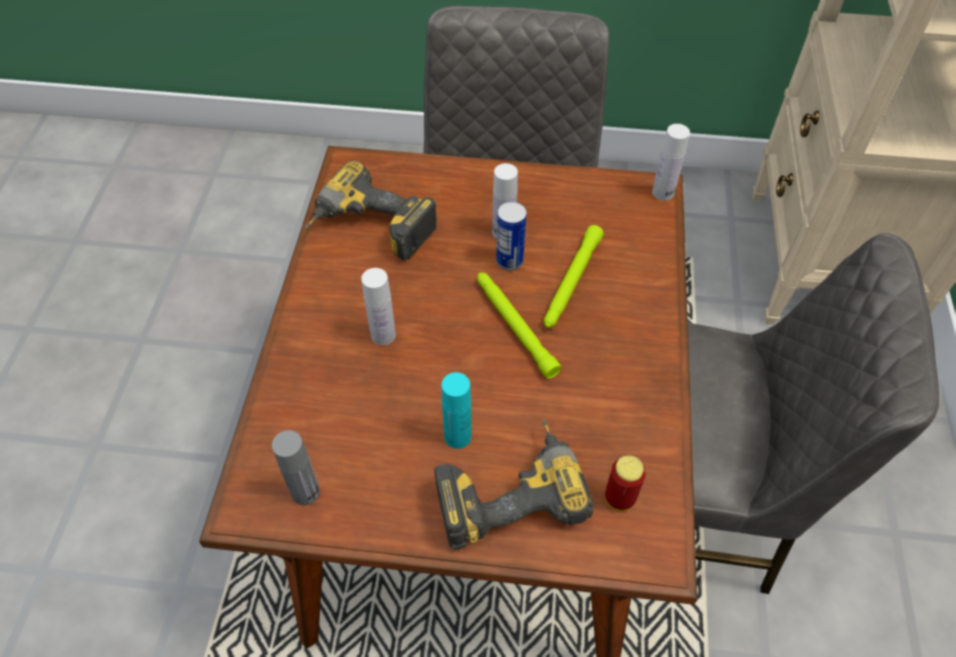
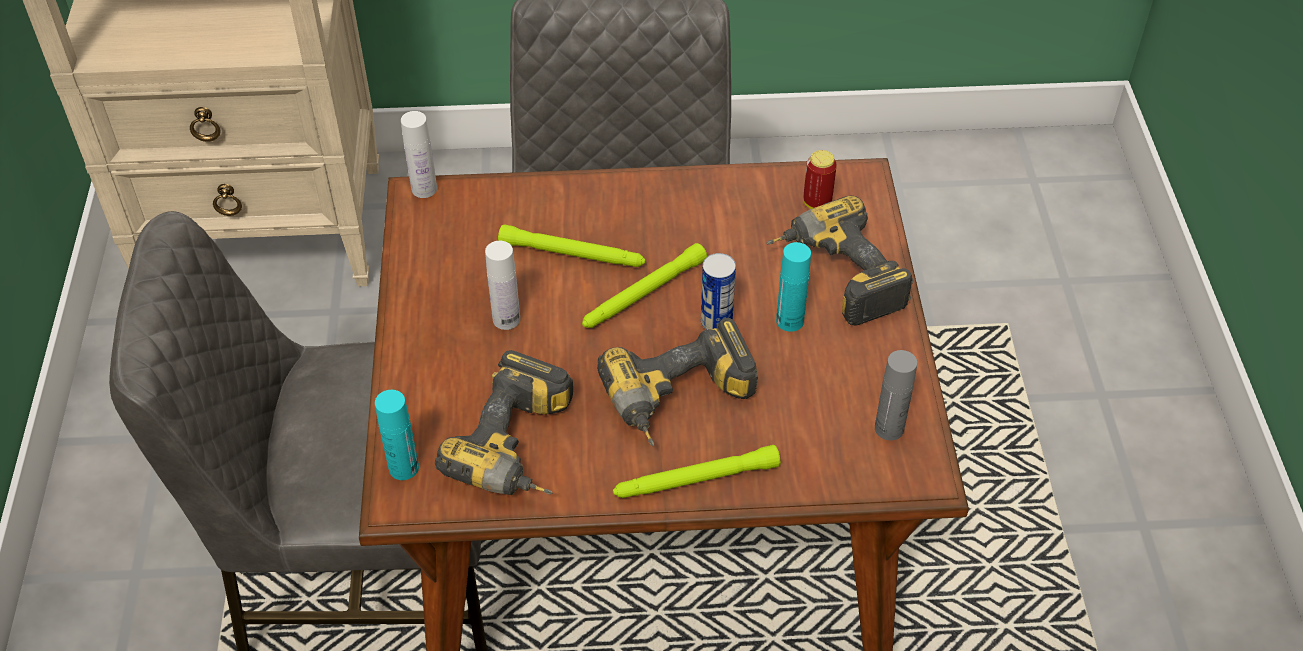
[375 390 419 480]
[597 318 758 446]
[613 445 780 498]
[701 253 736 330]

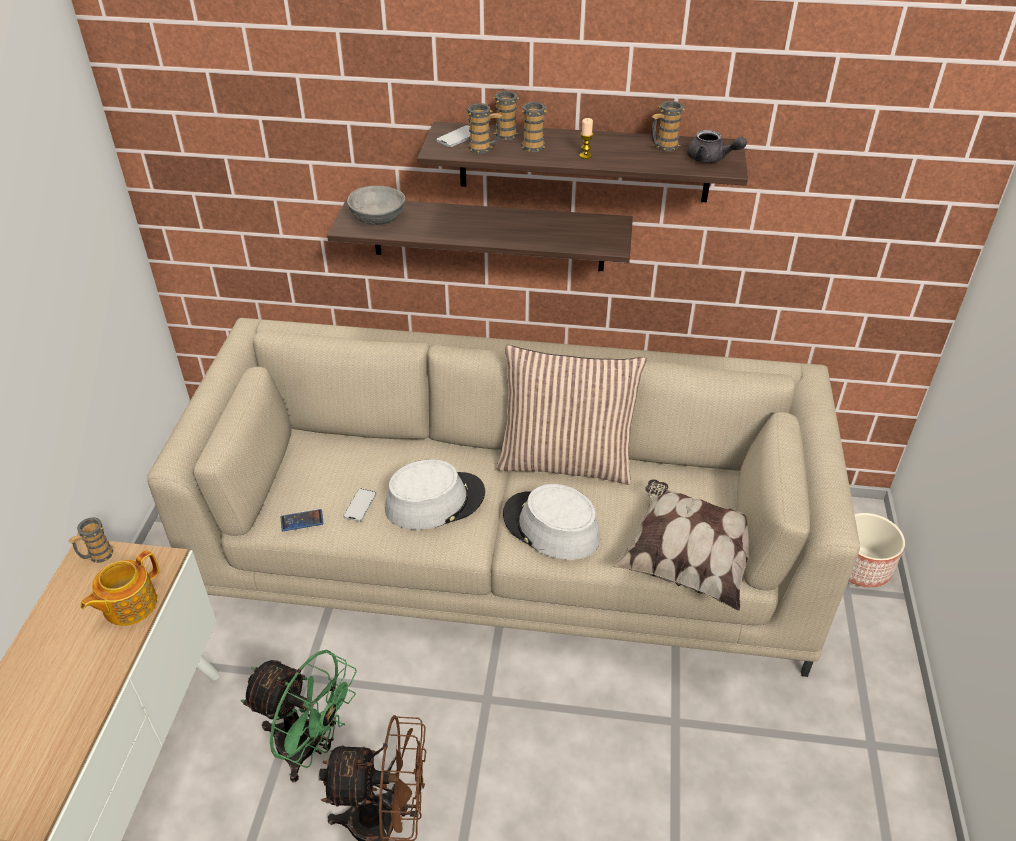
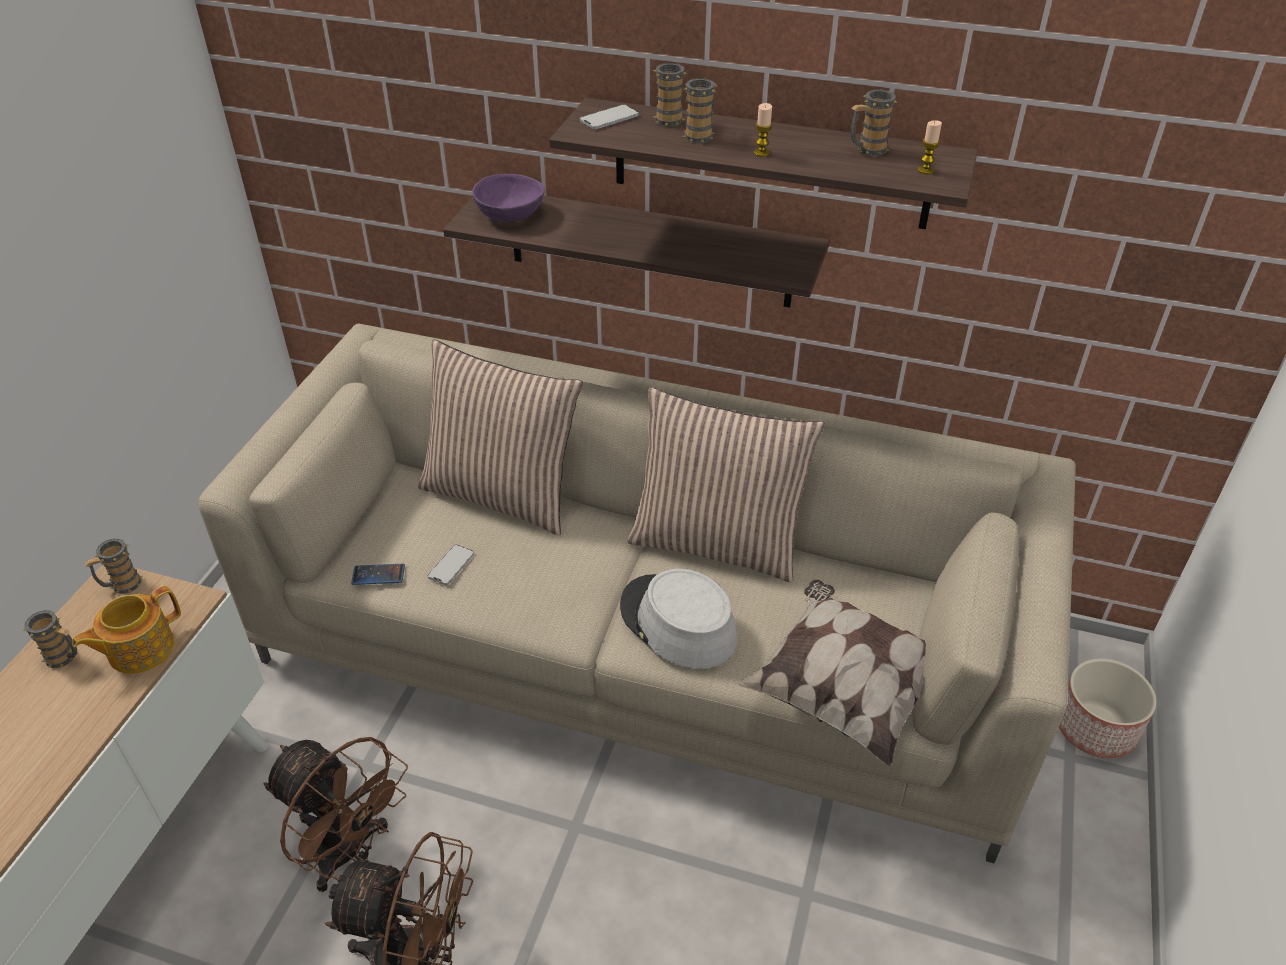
[23 610 77 668]
[264 737 408 892]
[418 339 583 536]
[472 174 545 222]
[917 120 942 174]
[385 459 485 530] (first image)

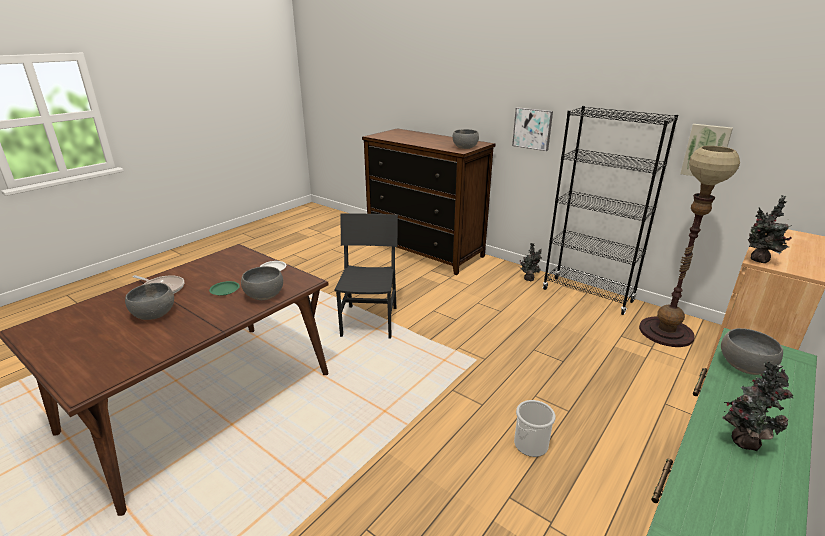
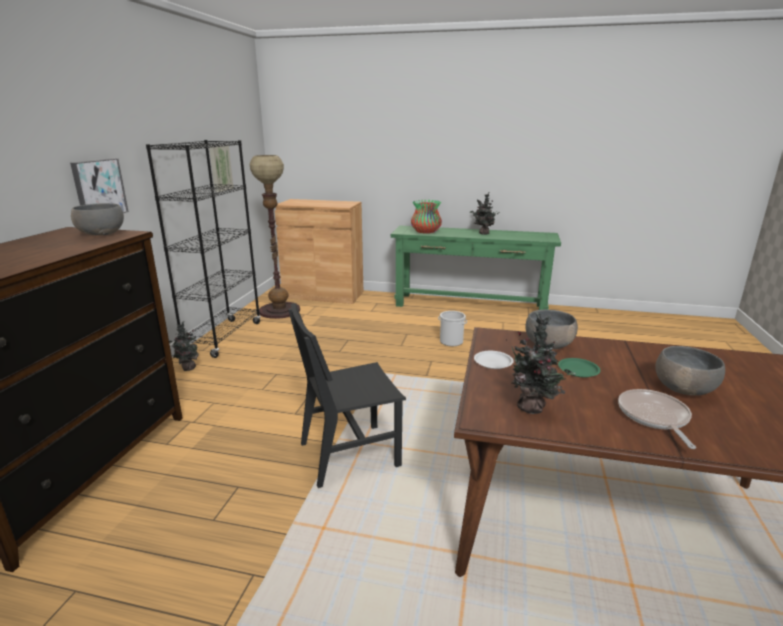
[411 200 442 234]
[508 312 576 414]

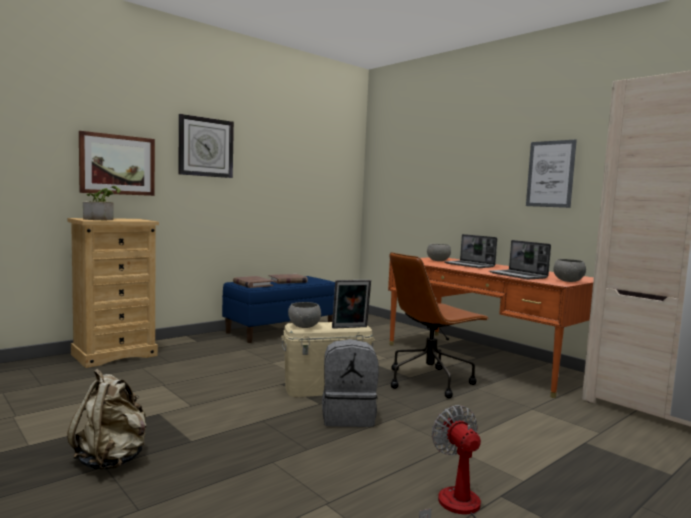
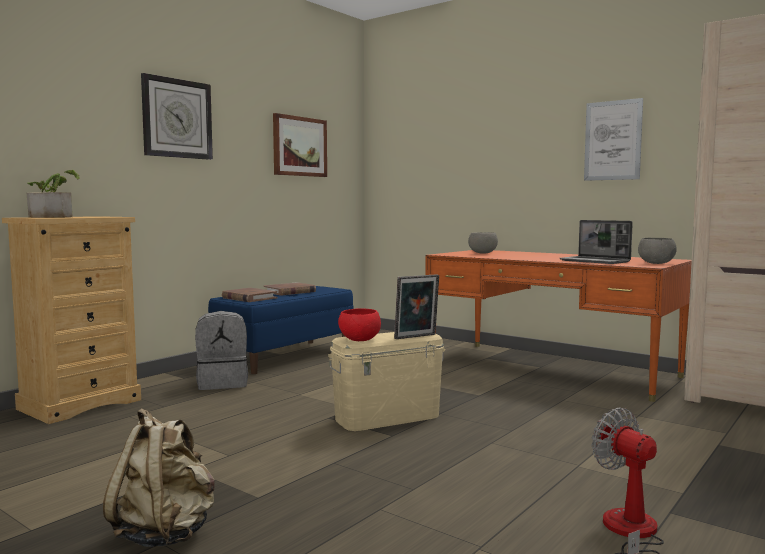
[195 311 248 390]
[273 113 327 177]
[338 308 381 341]
[389 252 489 398] (first image)
[444 234 497 268] (first image)

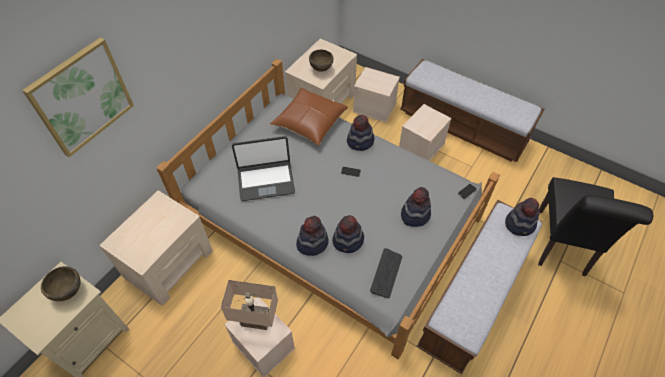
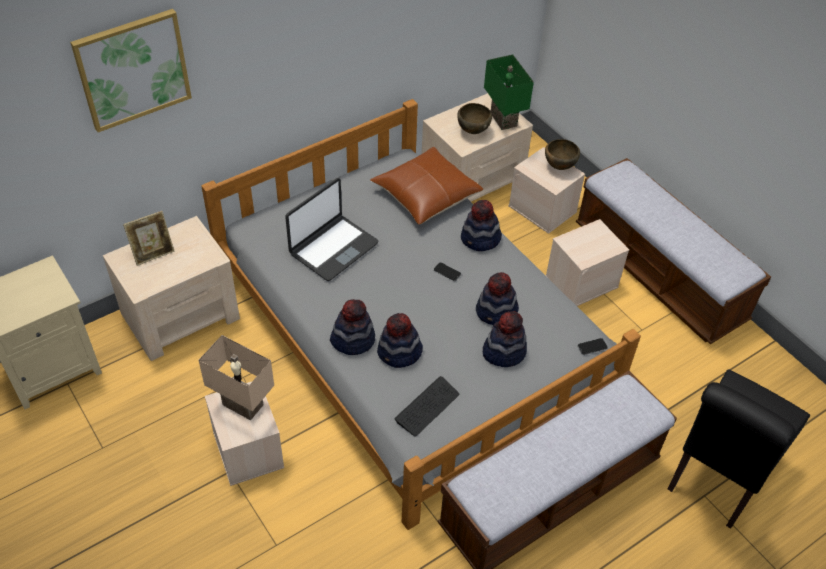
[123 211 175 266]
[285 178 379 281]
[476 272 519 325]
[484 54 534 130]
[545 139 580 170]

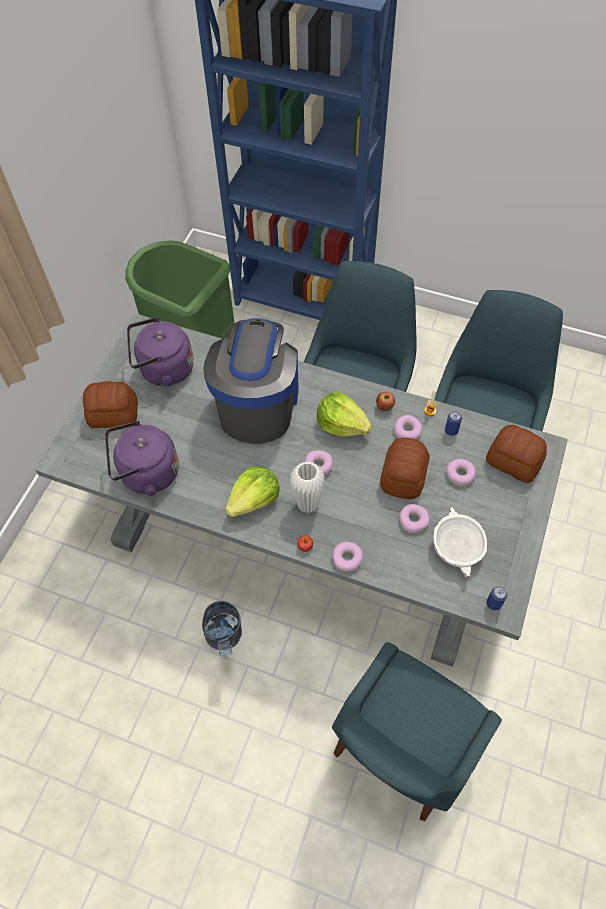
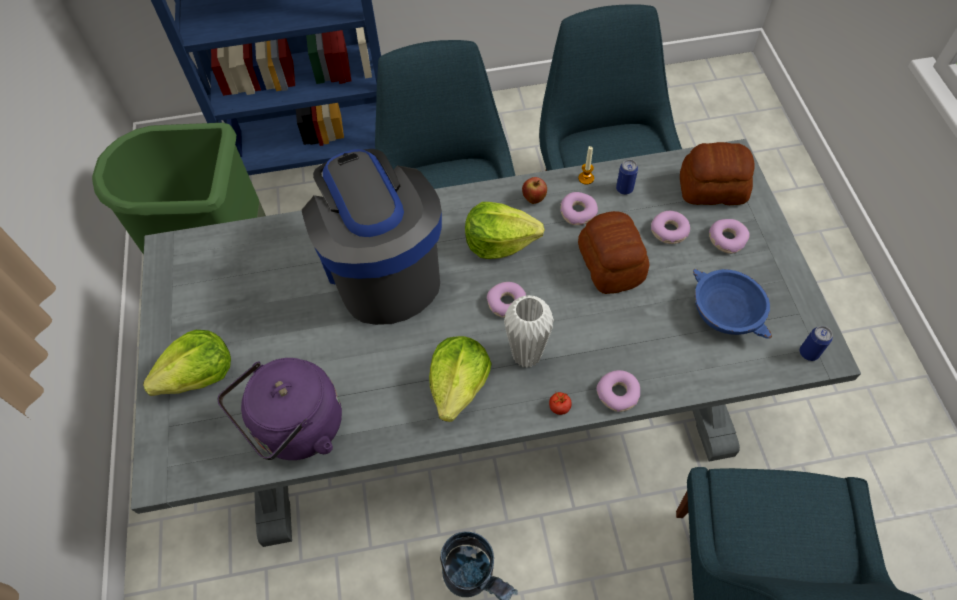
[143 330 231 396]
[693 269 772 339]
[709 219 750 254]
[127 317 194 386] (first image)

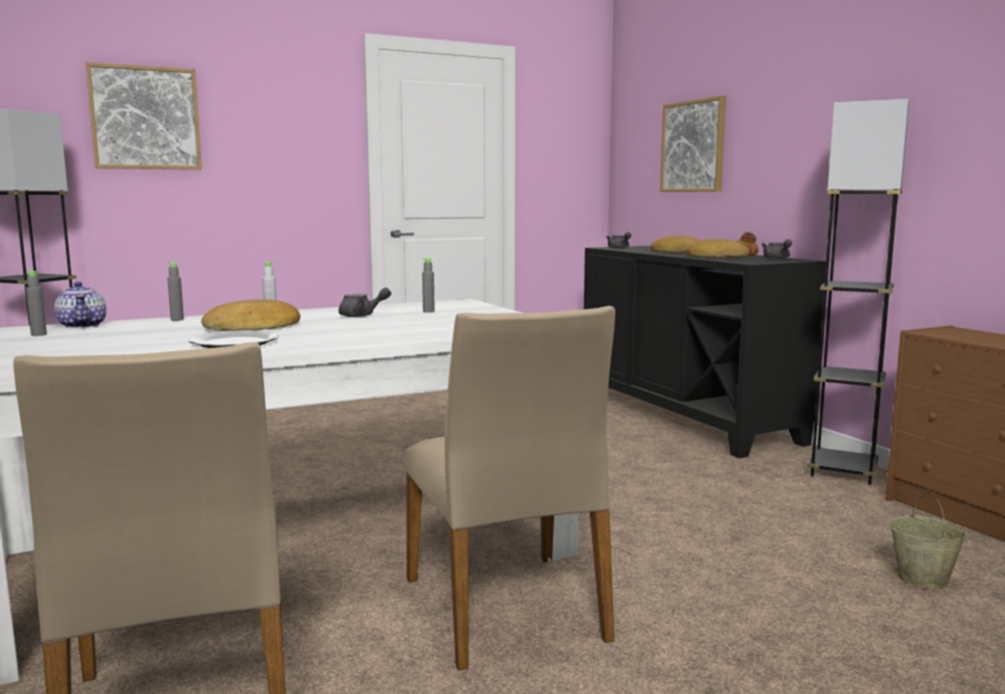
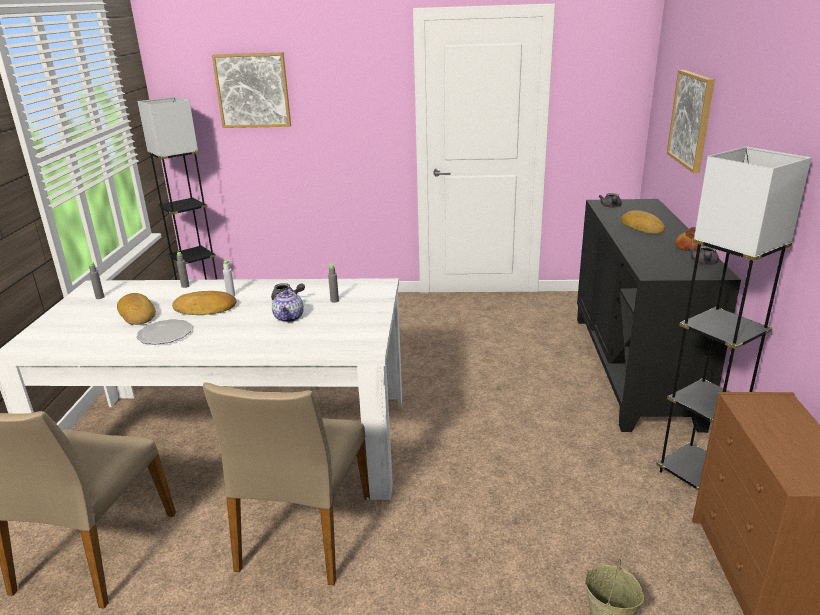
[117 293 156 325]
[272 288 304 322]

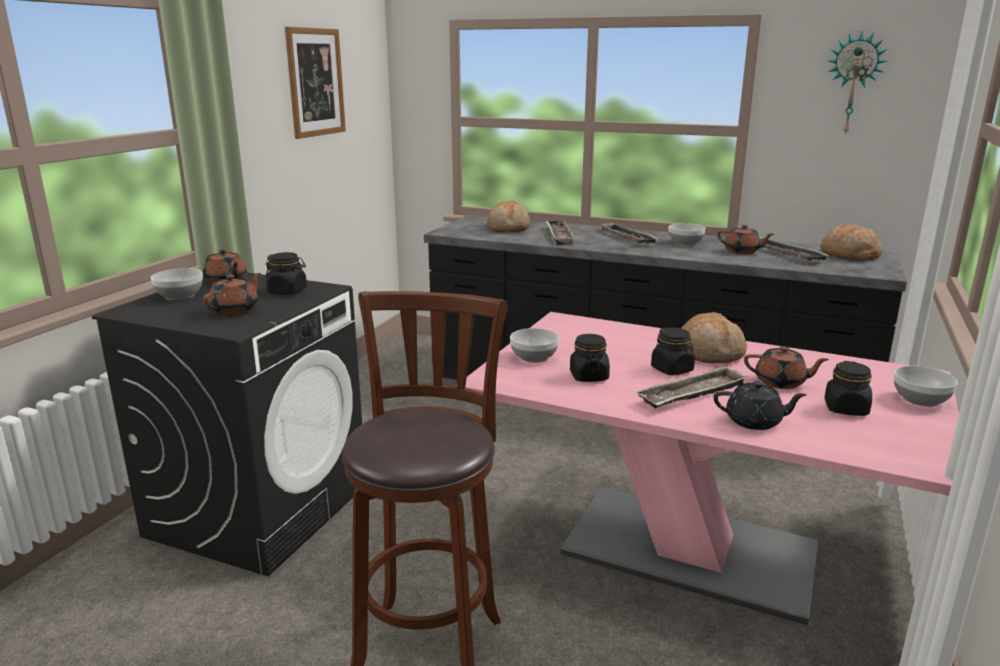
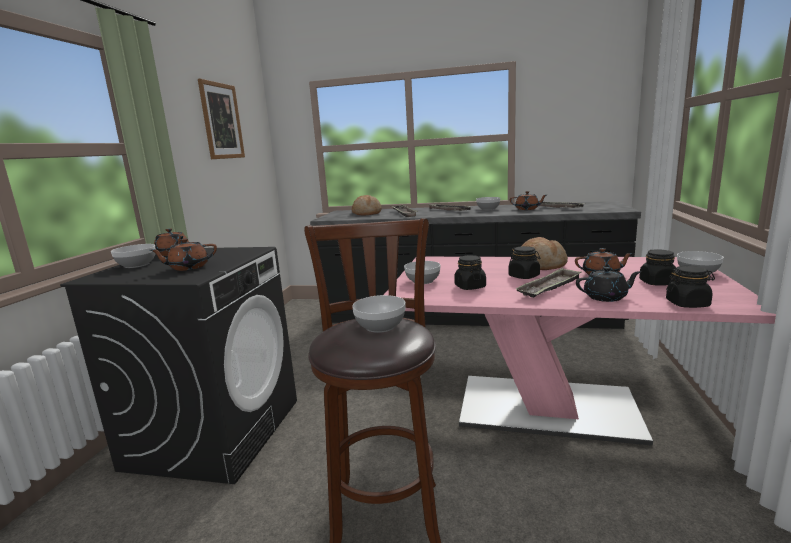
[149 238 217 271]
[352 295 406 333]
[666 265 715 308]
[821 224 882 261] (first image)
[828 32 888 136] (first image)

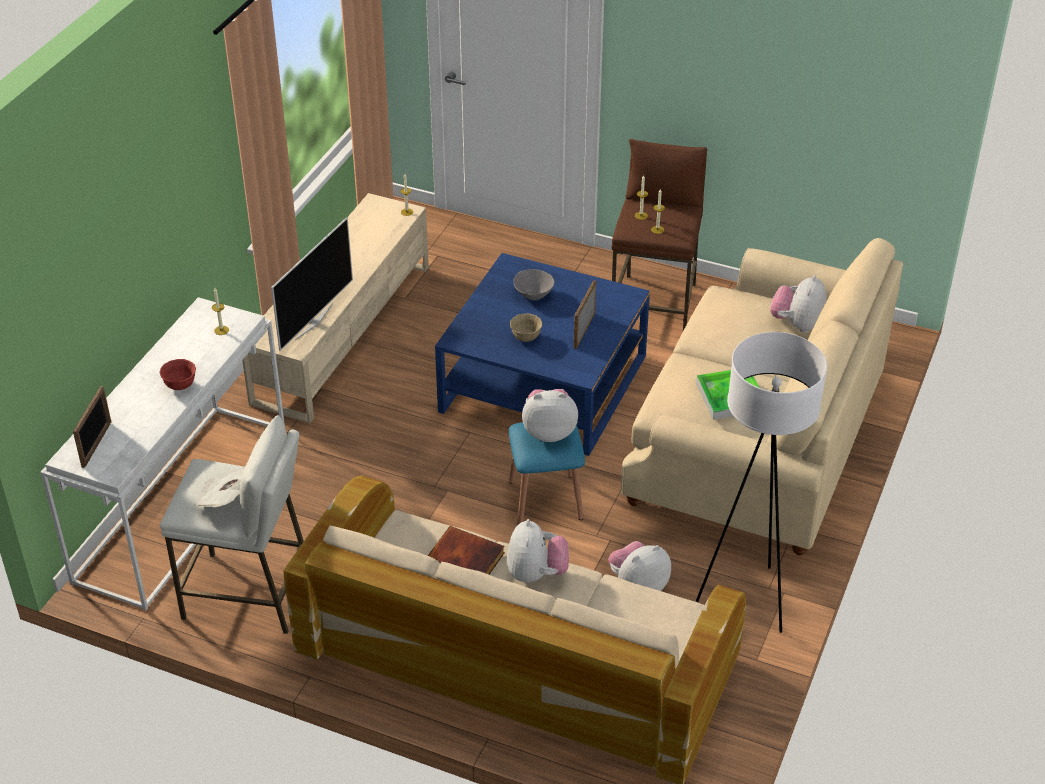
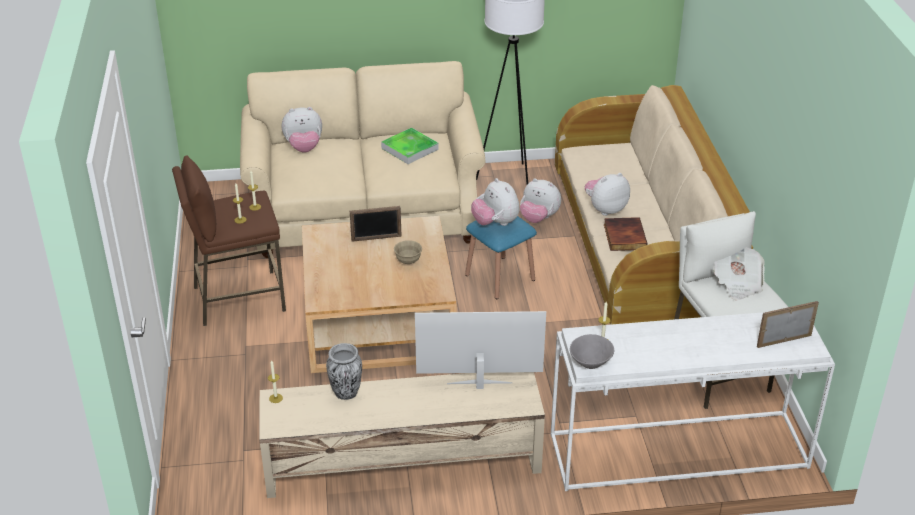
[302 216 456 373]
[326 343 362 400]
[570 334 614 369]
[159 359 196 390] (first image)

